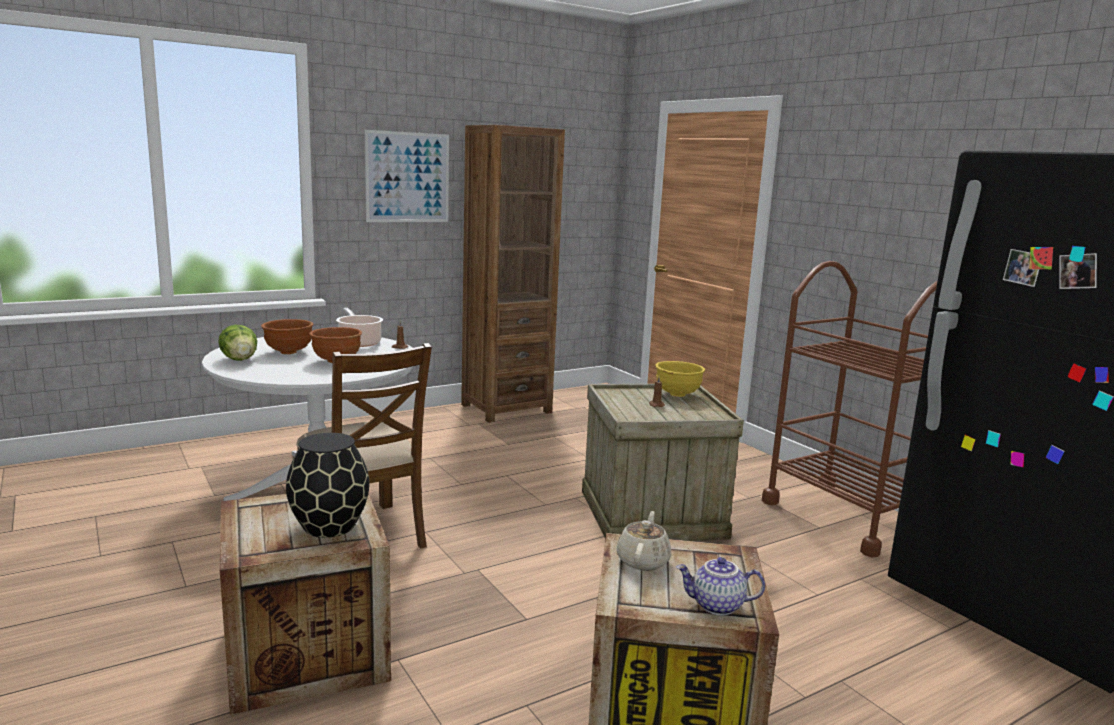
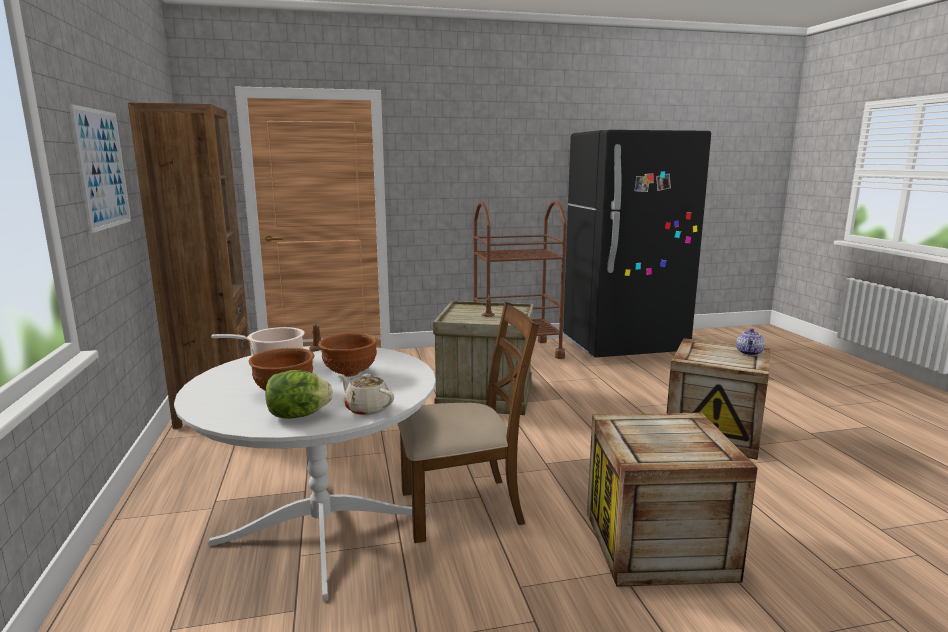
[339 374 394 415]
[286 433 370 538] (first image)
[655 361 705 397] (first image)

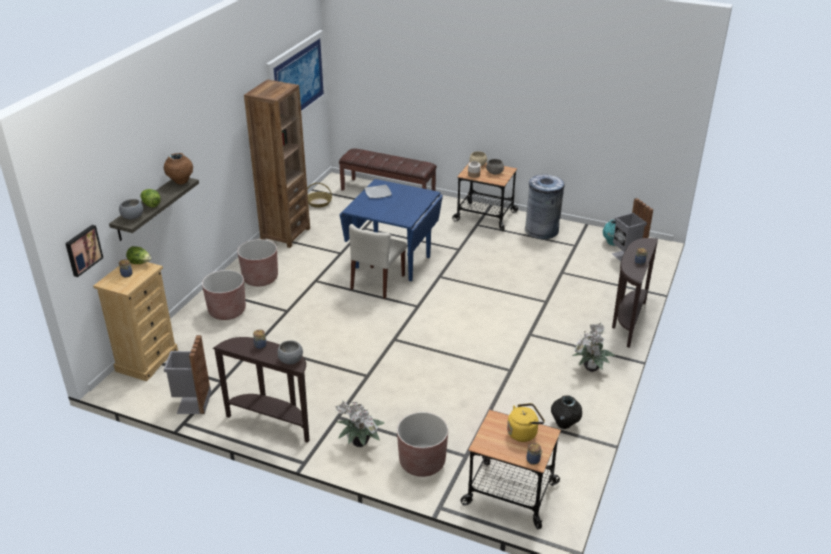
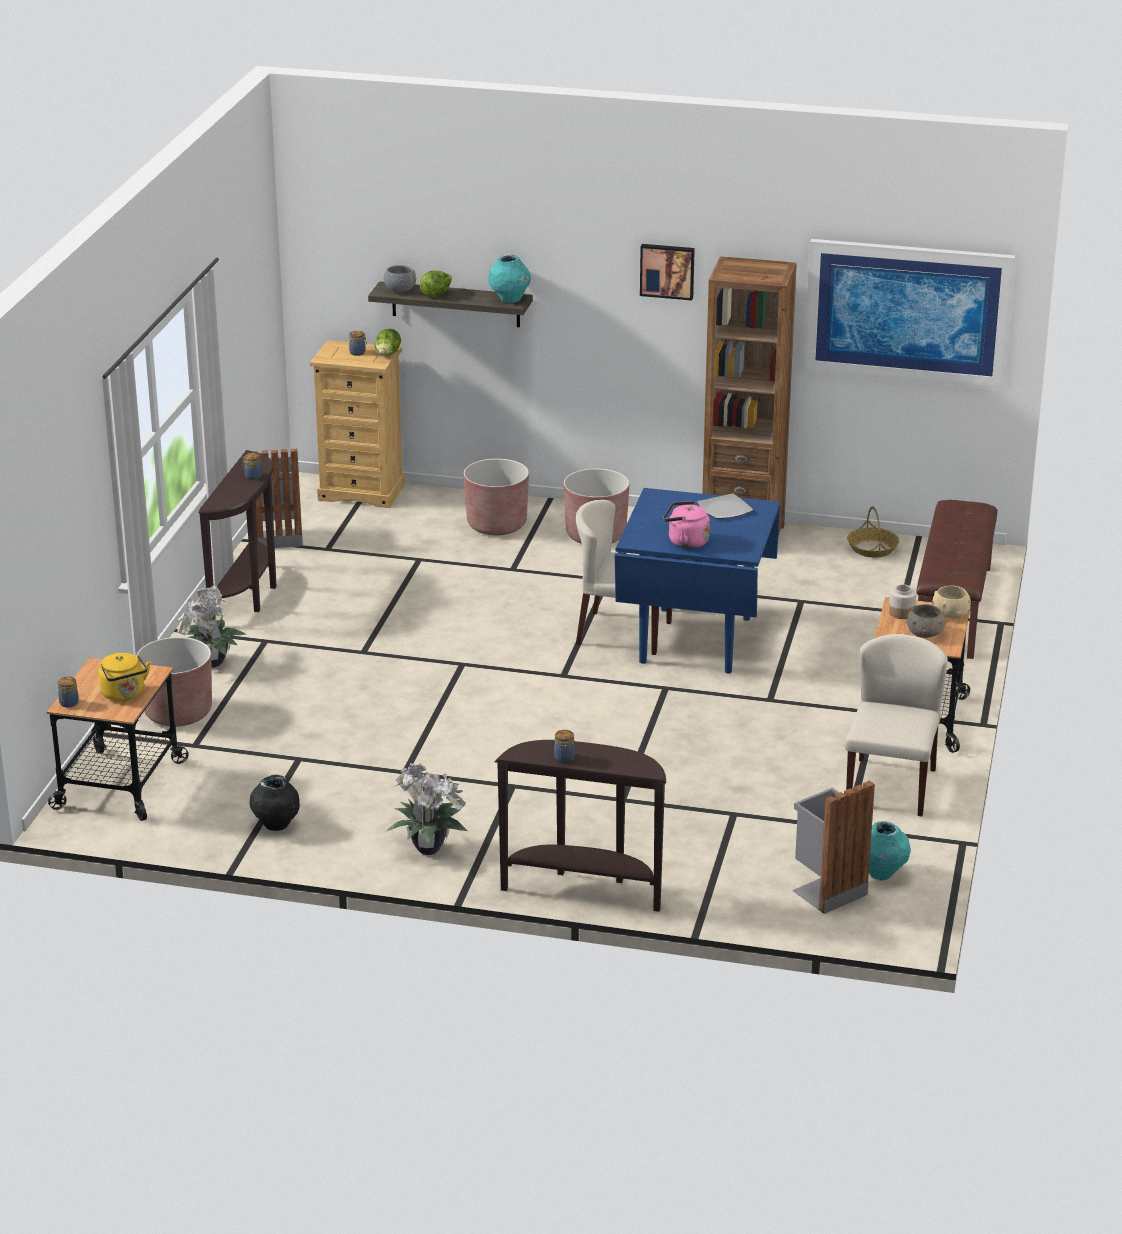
[489 254 531 303]
[640 244 695 301]
[663 501 710 549]
[845 634 948 817]
[277 341 303 364] (first image)

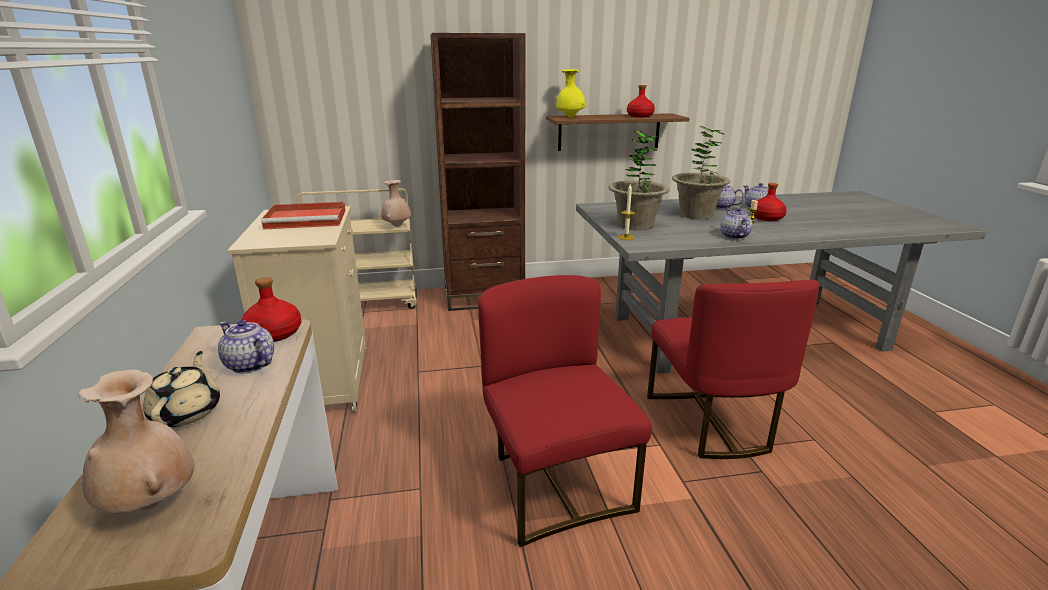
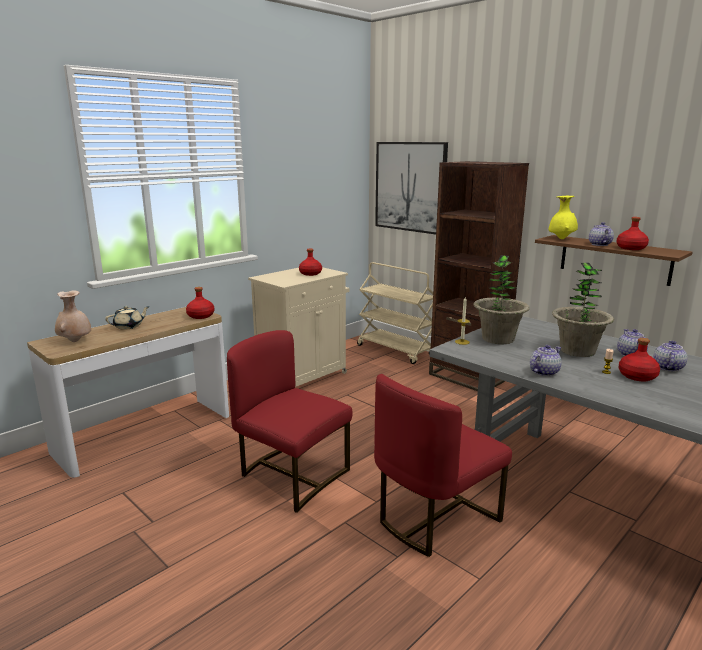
[227 330 352 513]
[299 249 322 276]
[375 142 448 235]
[589 222 614 246]
[381 180 411 227] (first image)

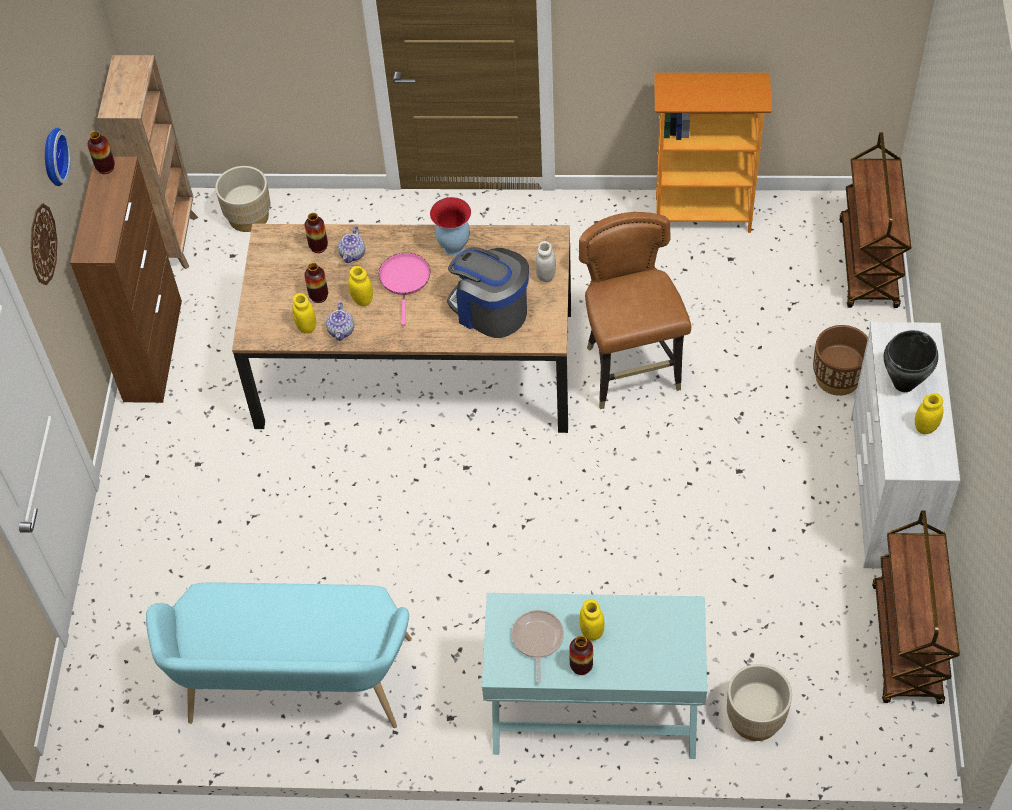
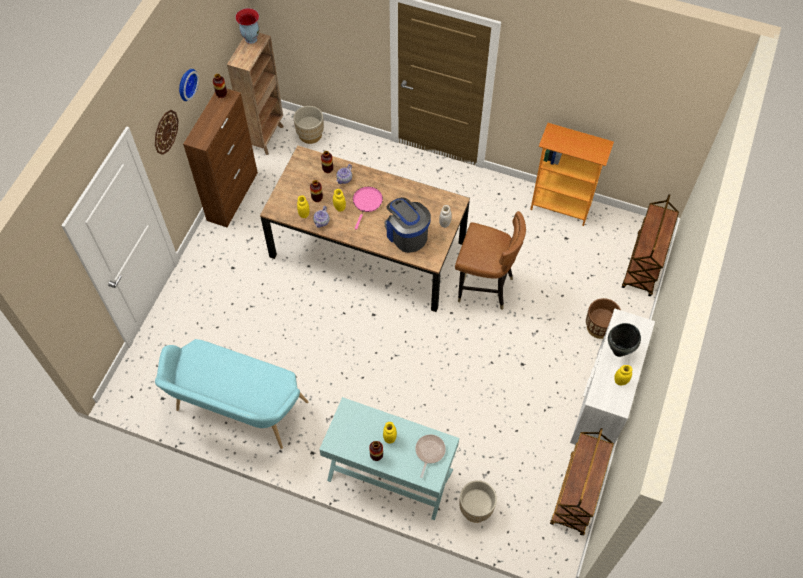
[235 8 259 44]
[415 434 446 478]
[455 211 526 310]

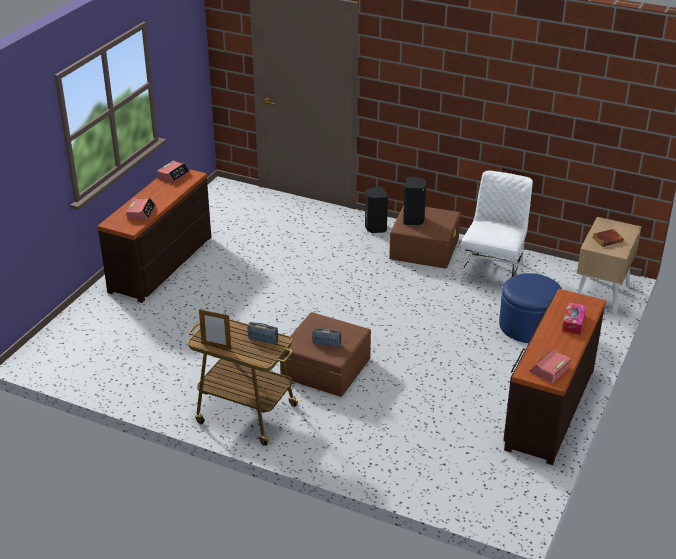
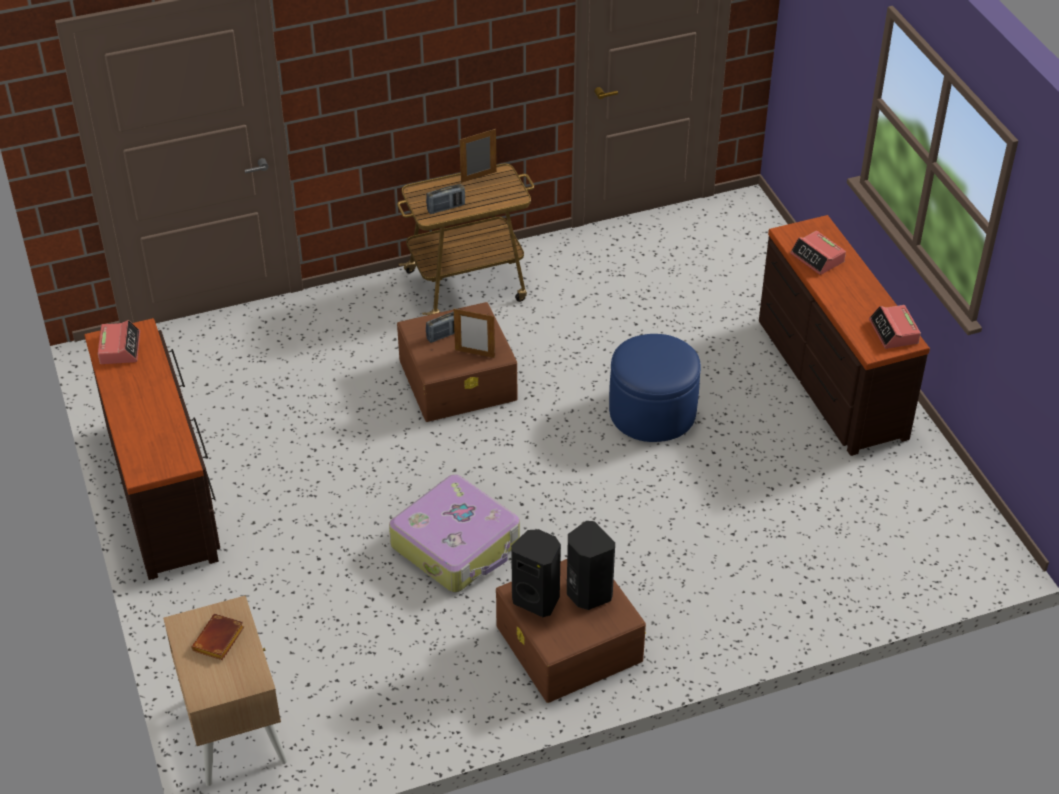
[389 474 520 592]
[454 309 495 358]
[511 529 561 617]
[609 334 701 442]
[460 170 533 284] (first image)
[562 302 586 335] (first image)

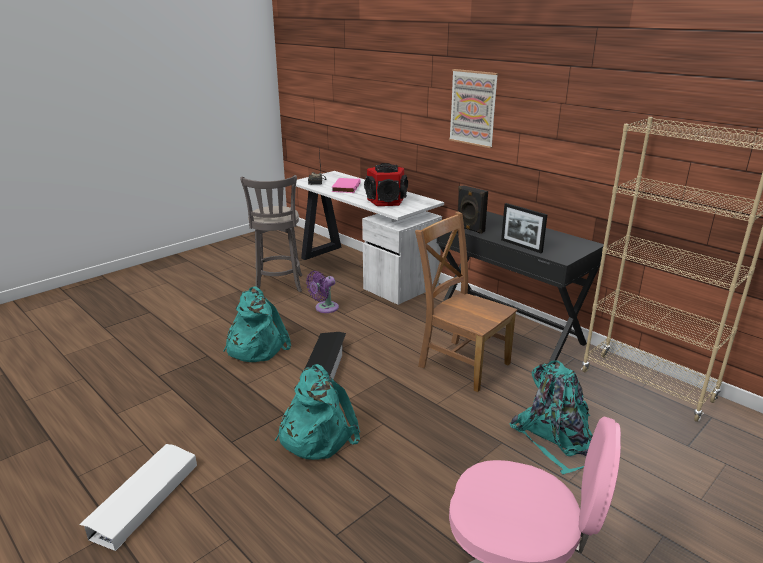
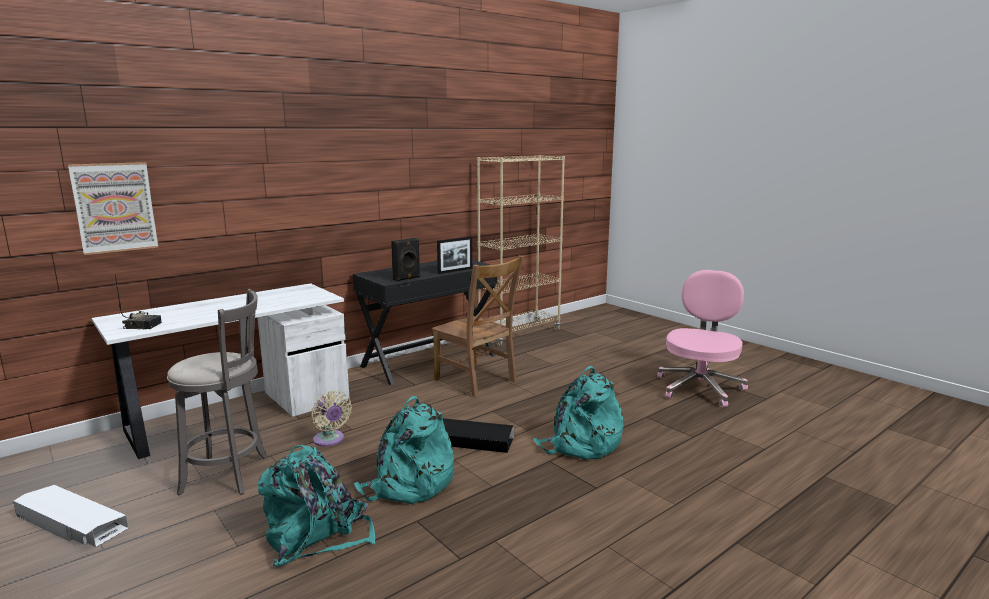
[13 485 129 547]
[68 162 158 255]
[258 445 375 566]
[311 391 352 447]
[431 256 524 398]
[332 178 361 193] (first image)
[364 163 408 206] (first image)

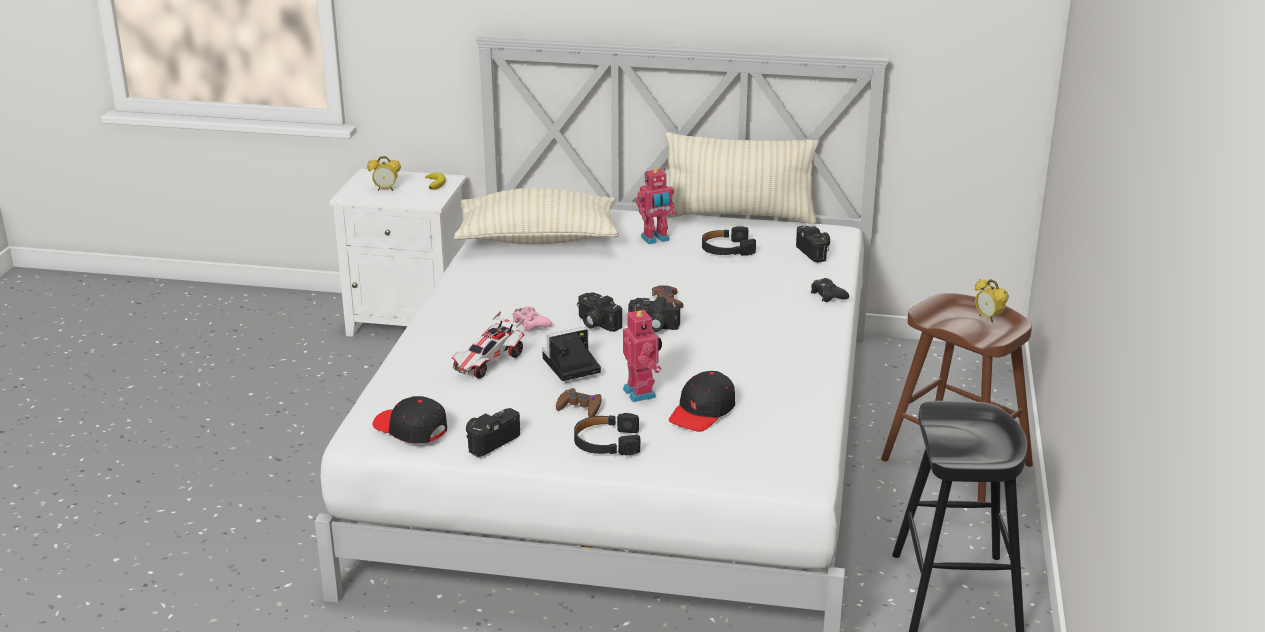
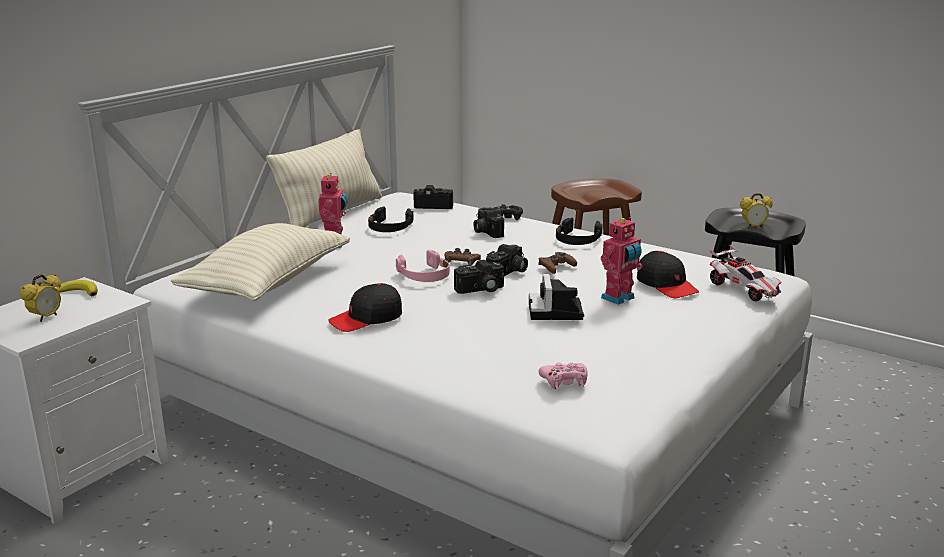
[328 283 402 332]
[396 250 450 282]
[473 208 504 238]
[538 252 577 274]
[539 363 588 389]
[556 217 602 245]
[601 217 642 305]
[709 245 781 301]
[740 193 773 228]

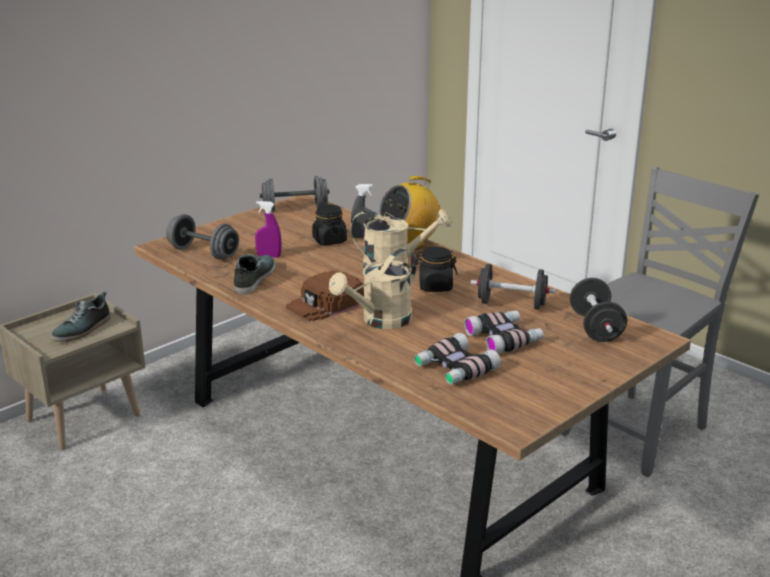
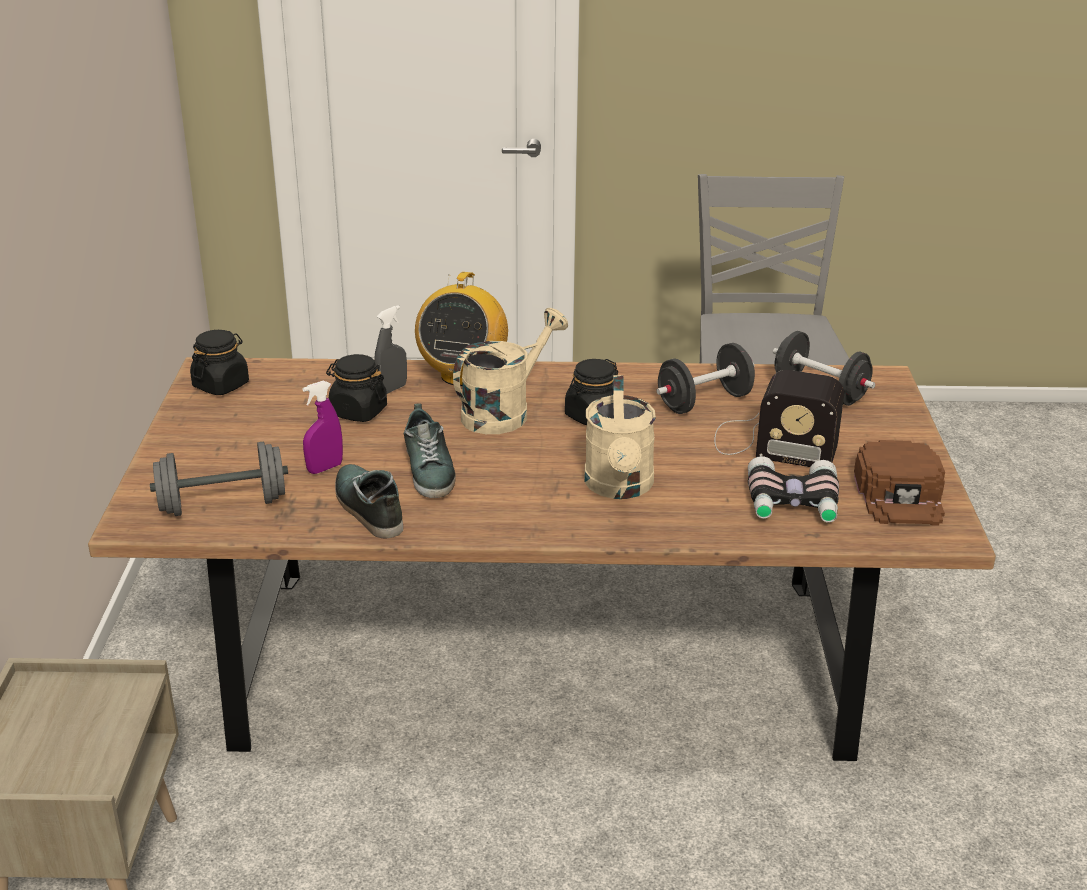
[190 330 249 395]
[404 404 456 498]
[714 370 844 467]
[854 440 945 526]

